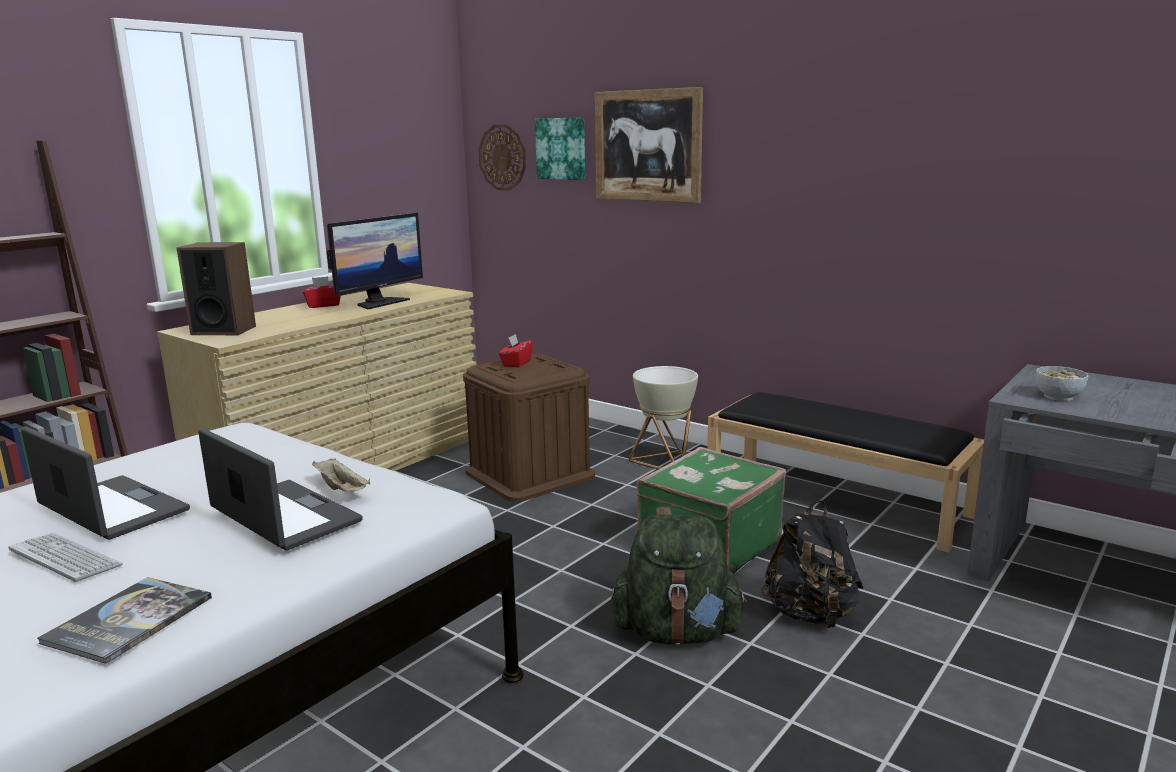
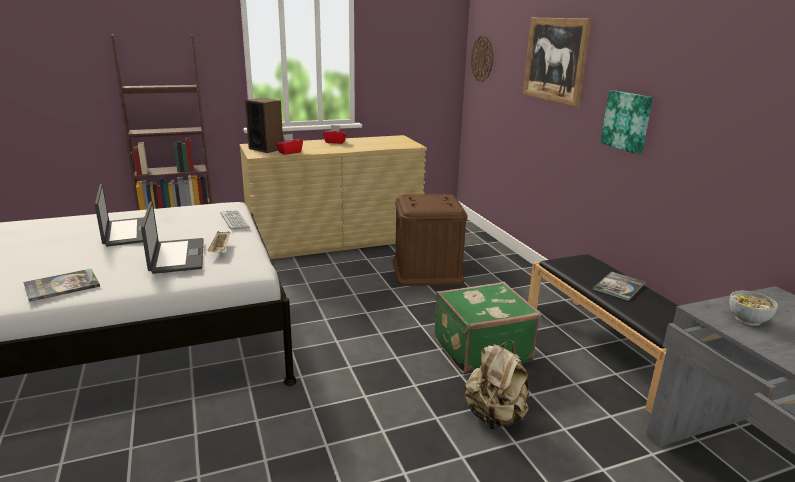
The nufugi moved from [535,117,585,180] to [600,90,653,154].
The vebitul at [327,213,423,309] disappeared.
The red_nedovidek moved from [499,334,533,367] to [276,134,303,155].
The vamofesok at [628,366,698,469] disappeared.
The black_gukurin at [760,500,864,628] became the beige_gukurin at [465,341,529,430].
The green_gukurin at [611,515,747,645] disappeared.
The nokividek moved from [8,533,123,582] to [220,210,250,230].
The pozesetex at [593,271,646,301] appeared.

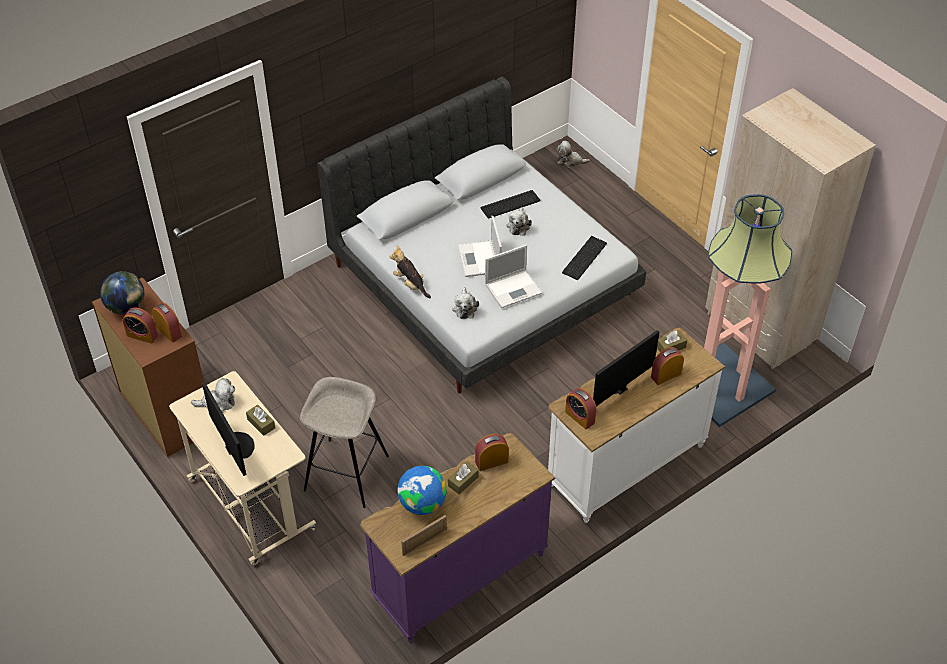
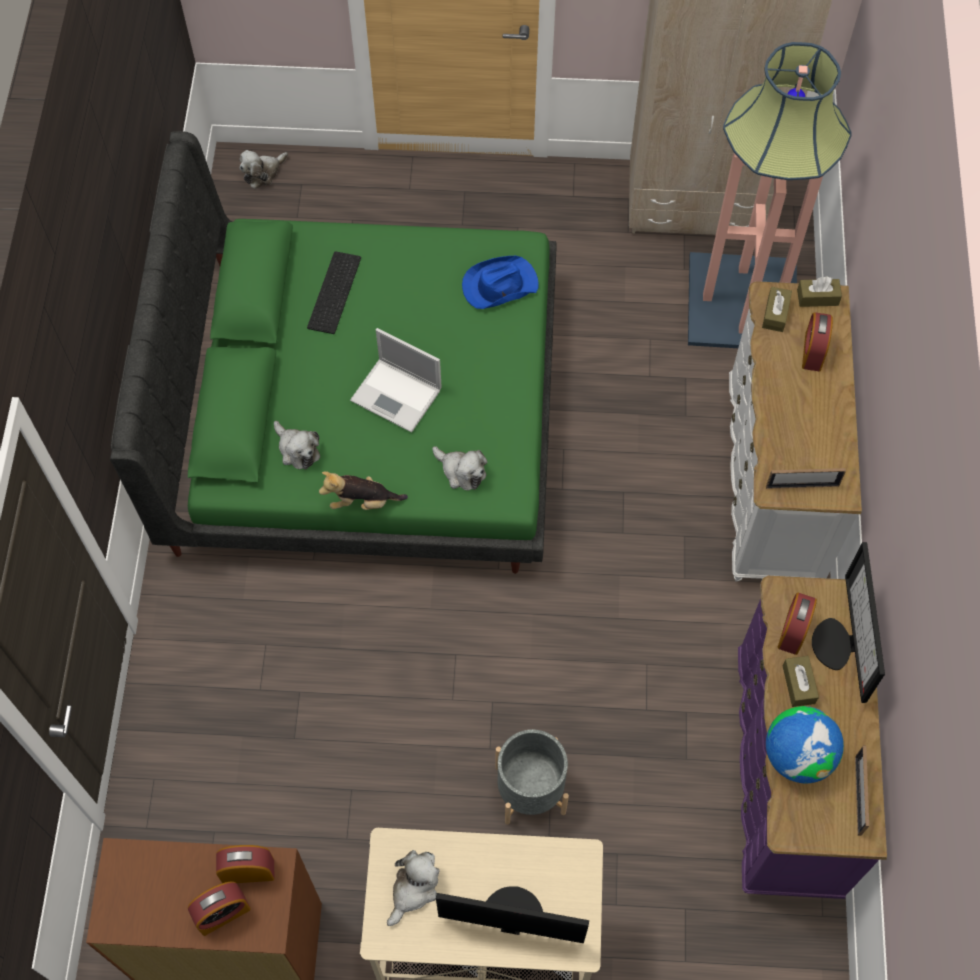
The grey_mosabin at [317,76,646,394] became the green_mosabin at [110,131,557,574].
The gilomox moved from [507,207,532,236] to [274,421,320,470].
The nokividek at [562,236,607,280] was replaced by the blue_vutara at [462,256,539,309].
The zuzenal at [485,245,542,308] disappeared.
The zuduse at [100,271,144,314] disappeared.
The vebitul moved from [593,330,659,406] to [812,542,885,703].
The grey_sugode at [300,377,389,508] was replaced by the grey_vamofesok at [495,729,569,824].
The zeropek at [565,388,596,429] was replaced by the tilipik at [766,468,846,489].
The brown_nedovidek moved from [246,405,275,436] to [797,276,842,307].

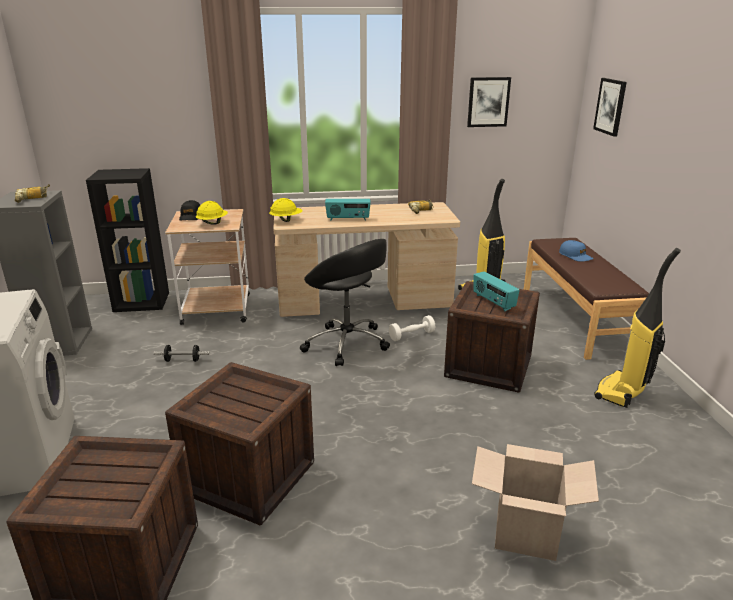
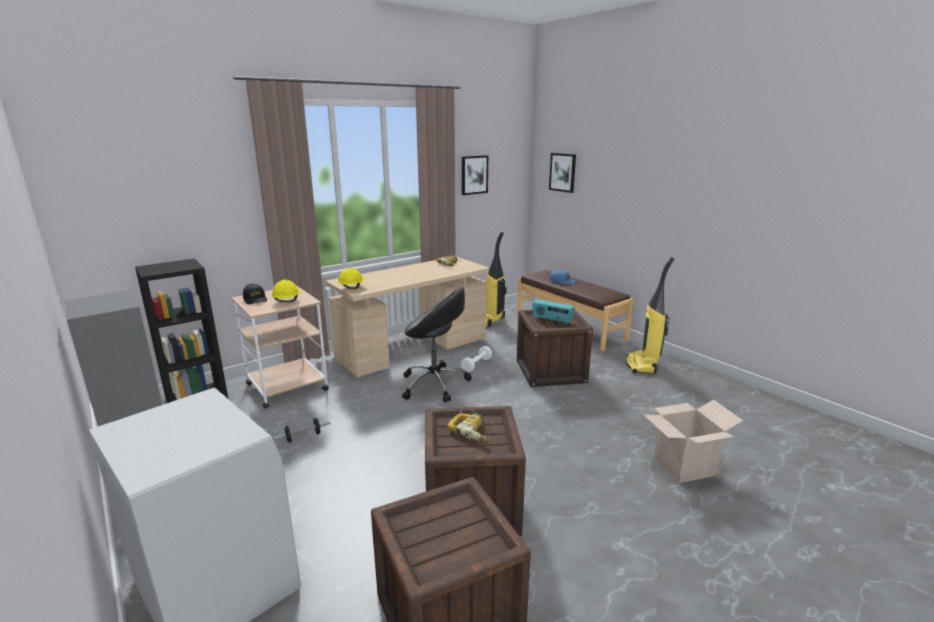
The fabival moved from [15,184,50,203] to [448,407,495,444].
The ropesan at [325,199,371,221] disappeared.

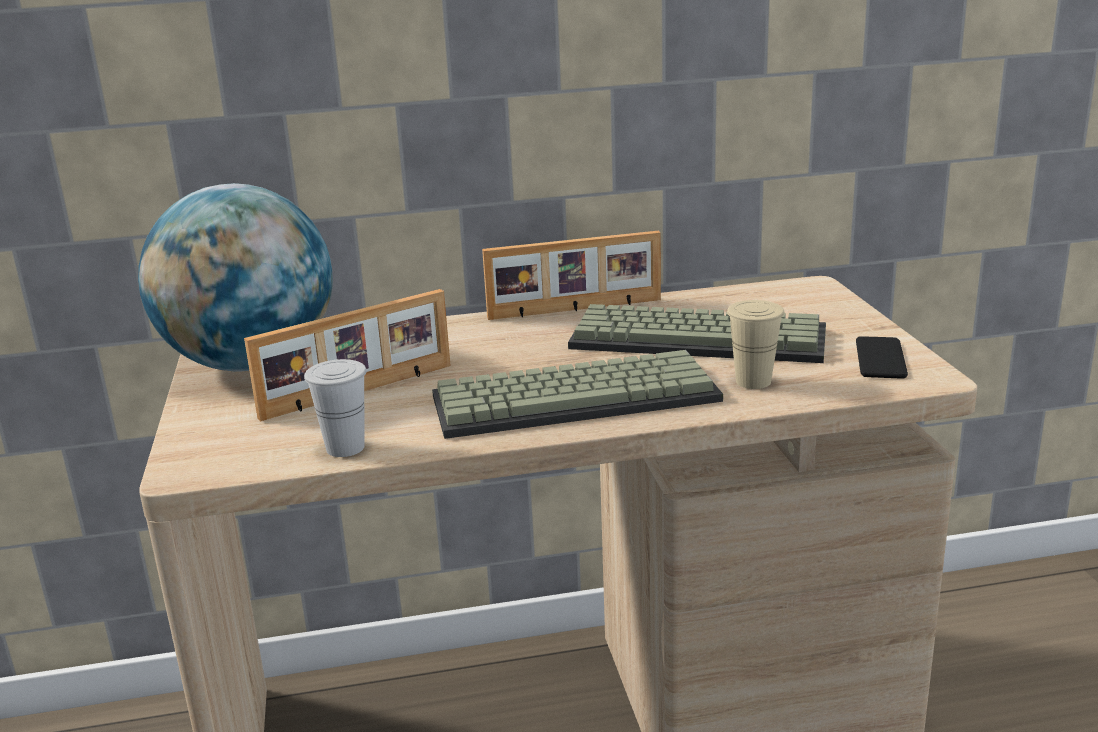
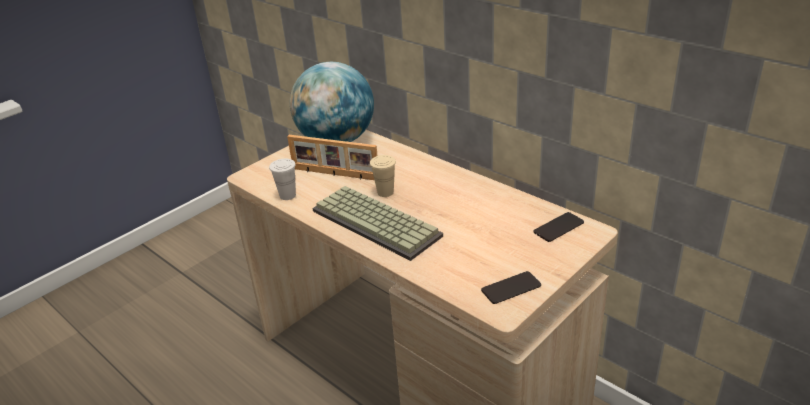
The tilipik at [482,231,661,320] disappeared.
The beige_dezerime moved from [727,300,784,389] to [370,155,396,197].
The nokividek at [568,304,826,363] disappeared.
The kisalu at [533,212,584,242] appeared.

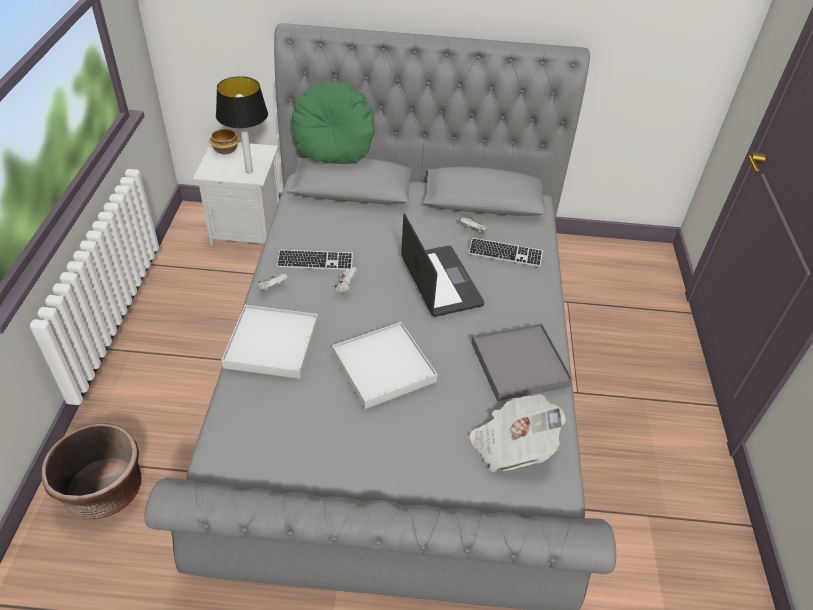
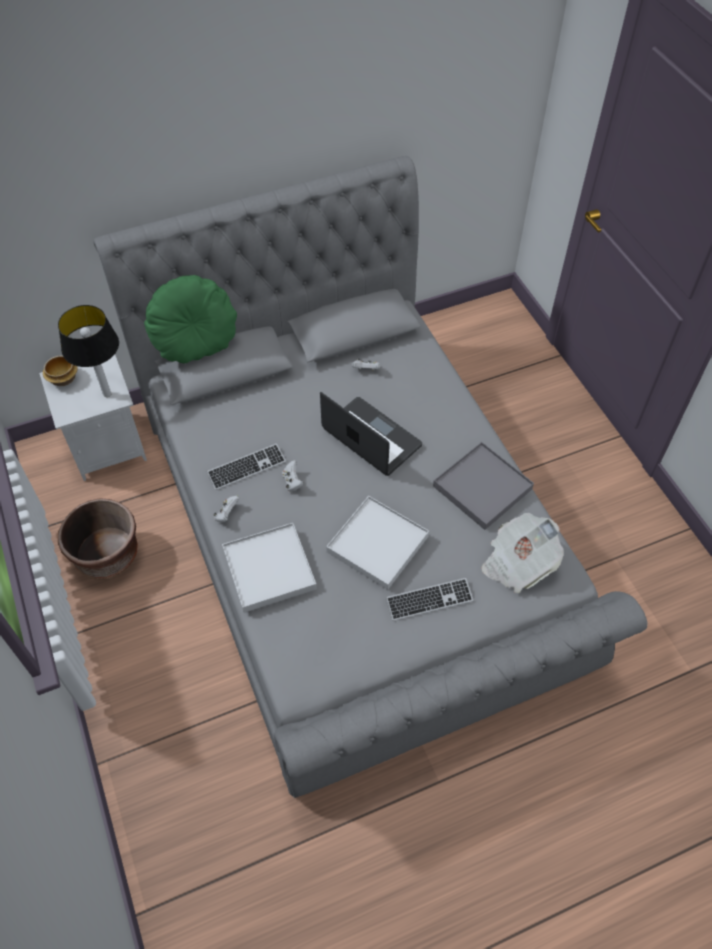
The nokividek moved from [468,238,543,267] to [386,578,473,621].
The brown_vamofesok moved from [42,423,141,520] to [58,498,138,580].

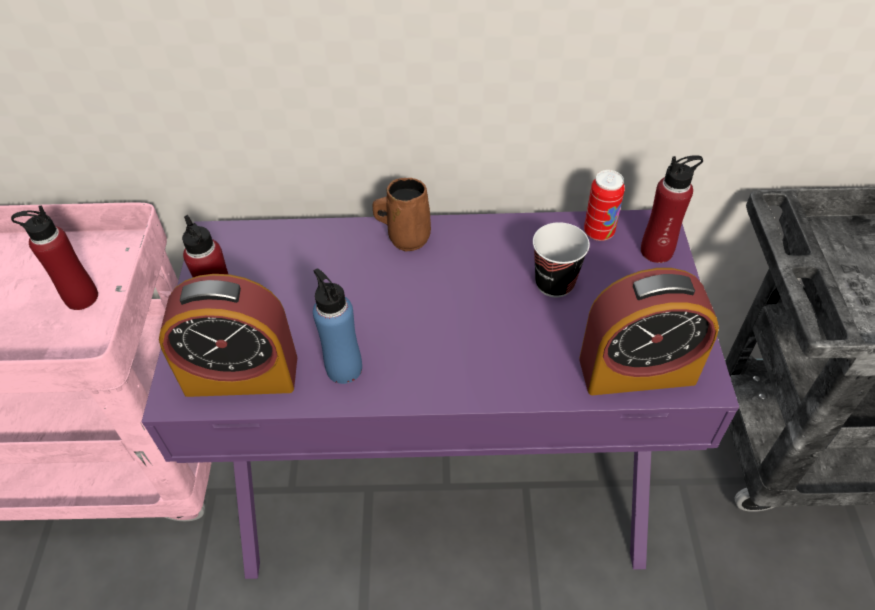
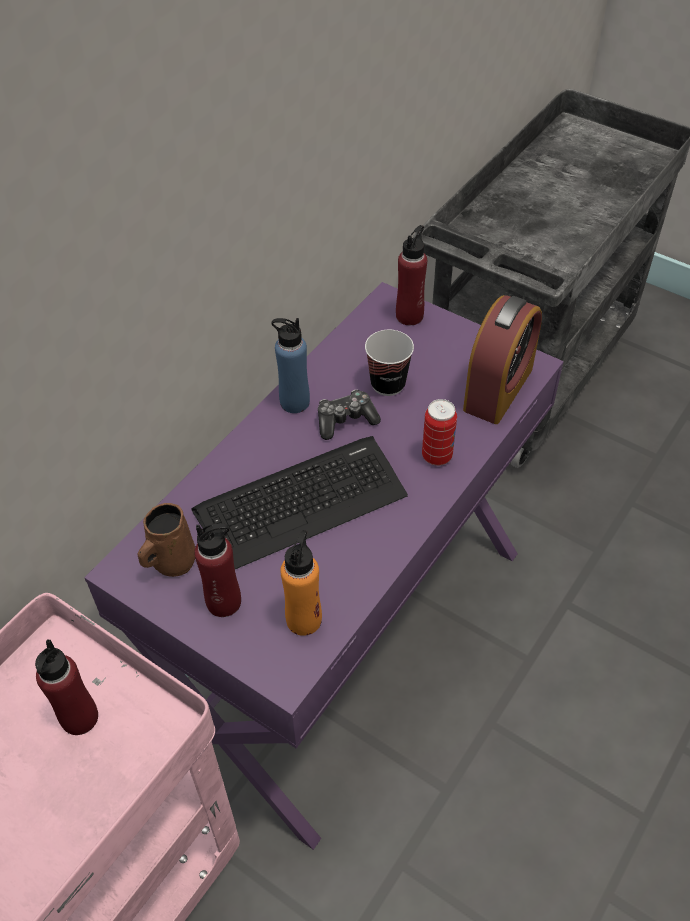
The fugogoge moved from [584,170,625,241] to [422,399,457,466].
The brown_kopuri moved from [373,178,431,251] to [138,503,195,577].
The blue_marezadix moved from [313,268,362,384] to [272,318,310,413].
The zeropek at [159,274,297,397] was replaced by the orange_marezadix at [280,530,322,636].
The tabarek at [318,390,381,440] appeared.
The nokividek at [191,436,408,569] appeared.

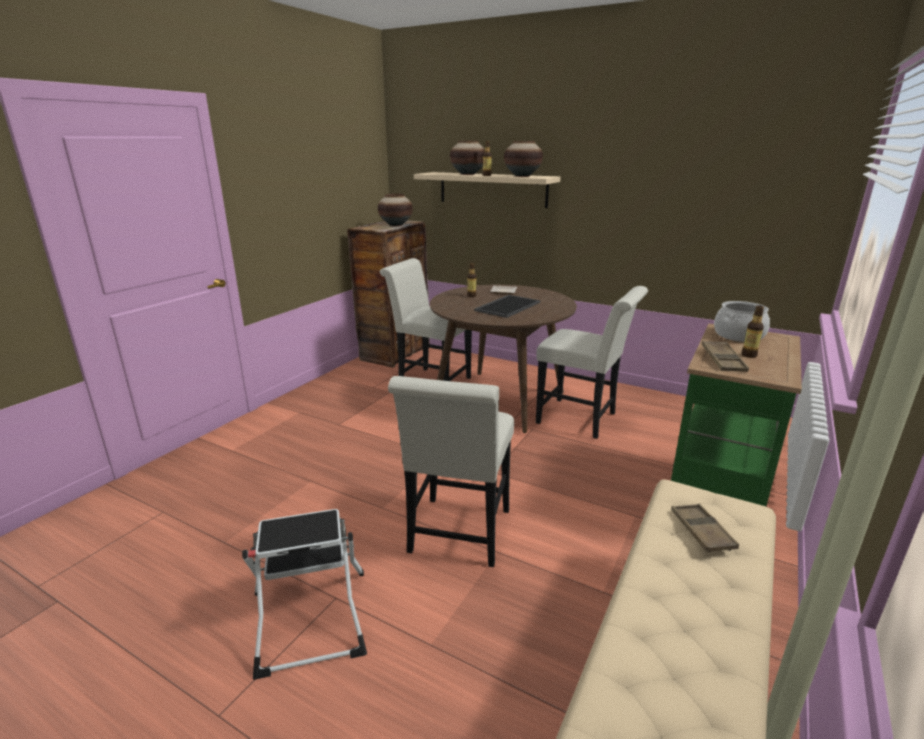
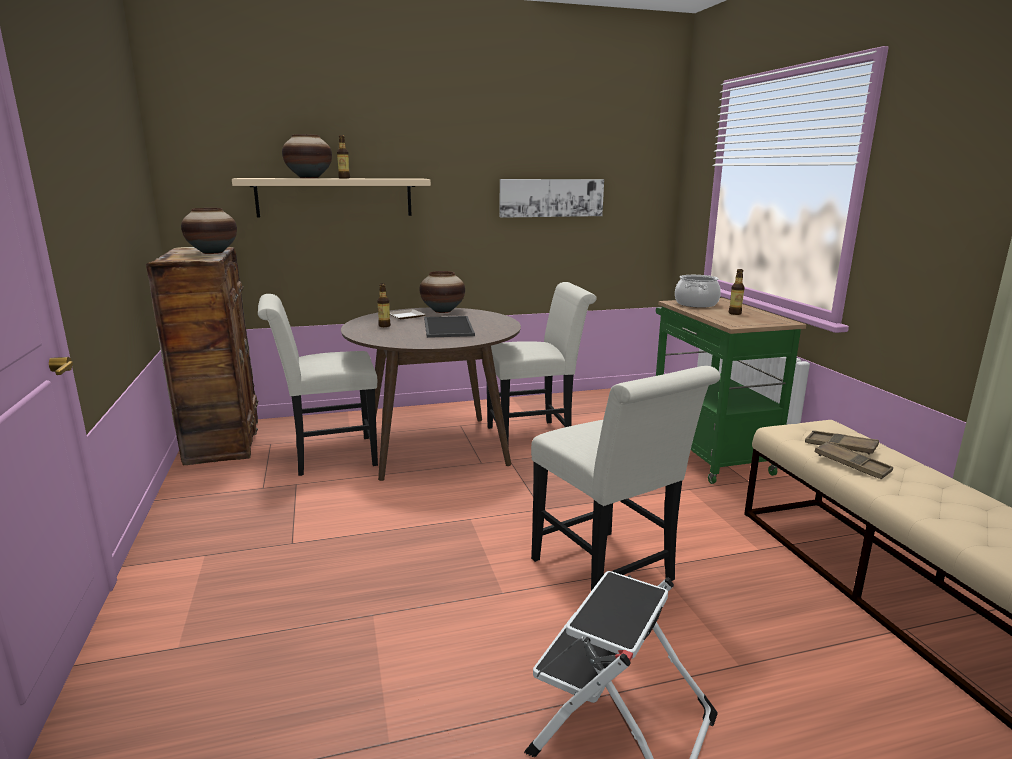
The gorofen moved from [504,141,543,177] to [419,271,465,313].
The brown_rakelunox moved from [701,341,749,372] to [814,441,893,479].
The nufugi at [500,179,604,218] appeared.

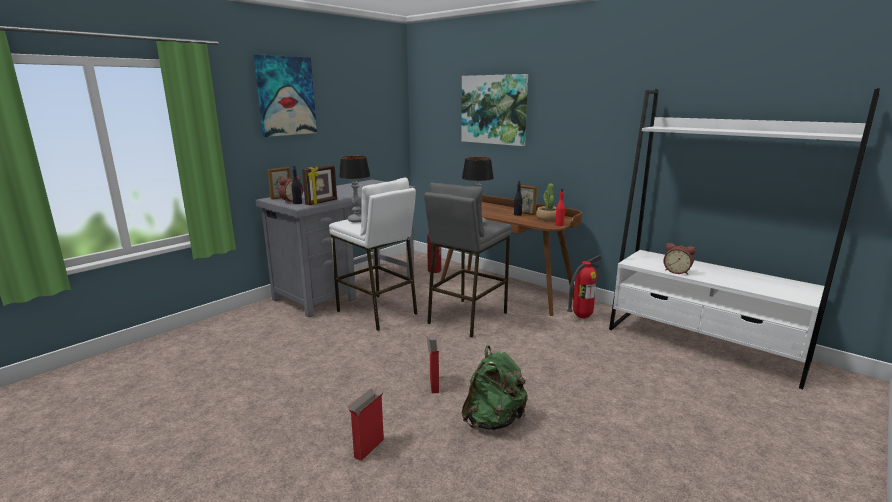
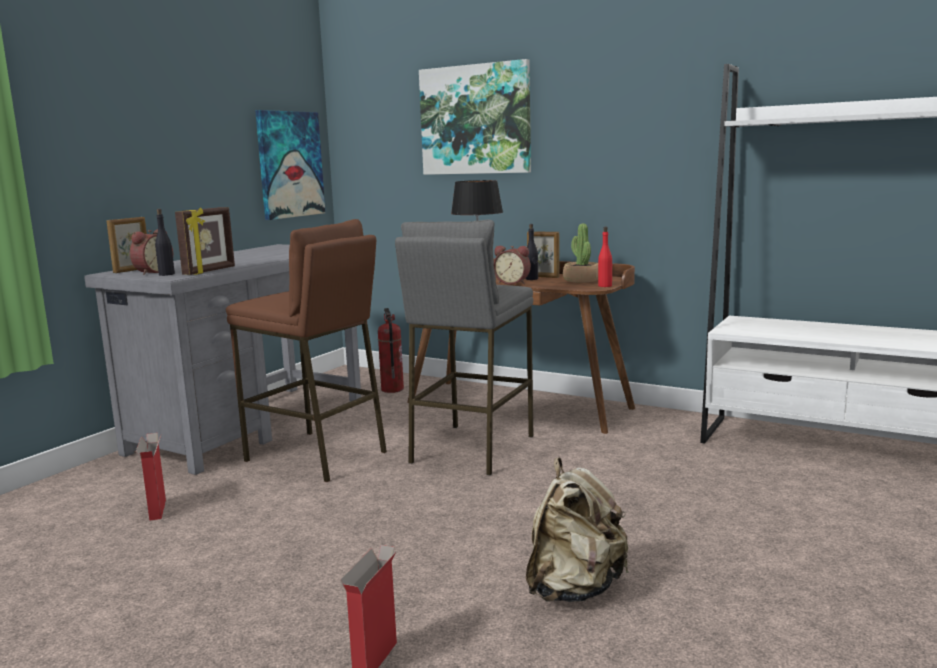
The nufugi moved from [254,54,317,137] to [255,110,325,220].
The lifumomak at [339,156,370,222] disappeared.
The white_sugode at [329,178,417,331] became the brown_sugode at [226,219,387,482].
The zeropek moved from [663,243,696,275] to [494,246,531,285].
The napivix at [567,255,602,318] disappeared.
The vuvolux moved from [427,333,441,393] to [136,433,166,521].
The green_gukurin at [462,346,528,430] became the beige_gukurin at [526,457,629,602].

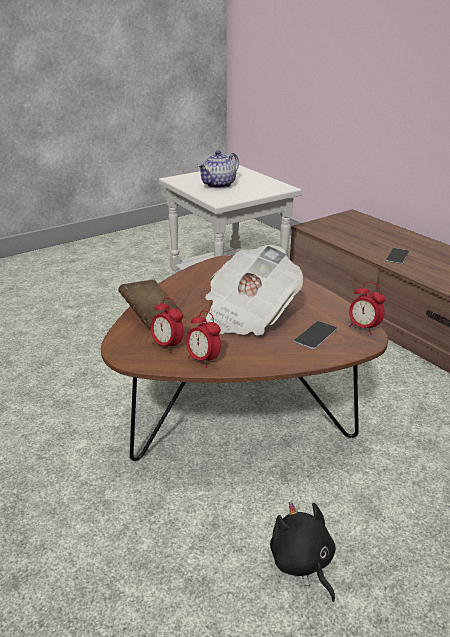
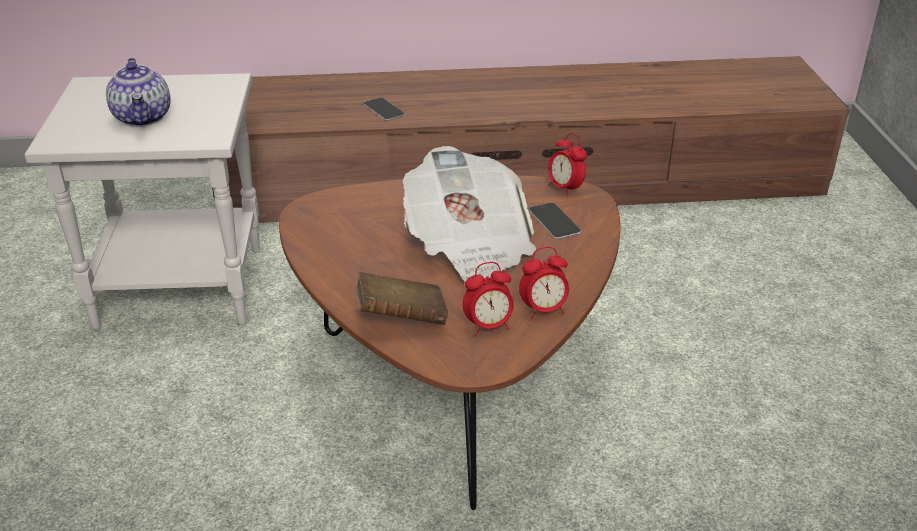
The zeropek at [349,282,385,335] turned 75 degrees clockwise.
The black_gilomox at [270,502,336,602] disappeared.

